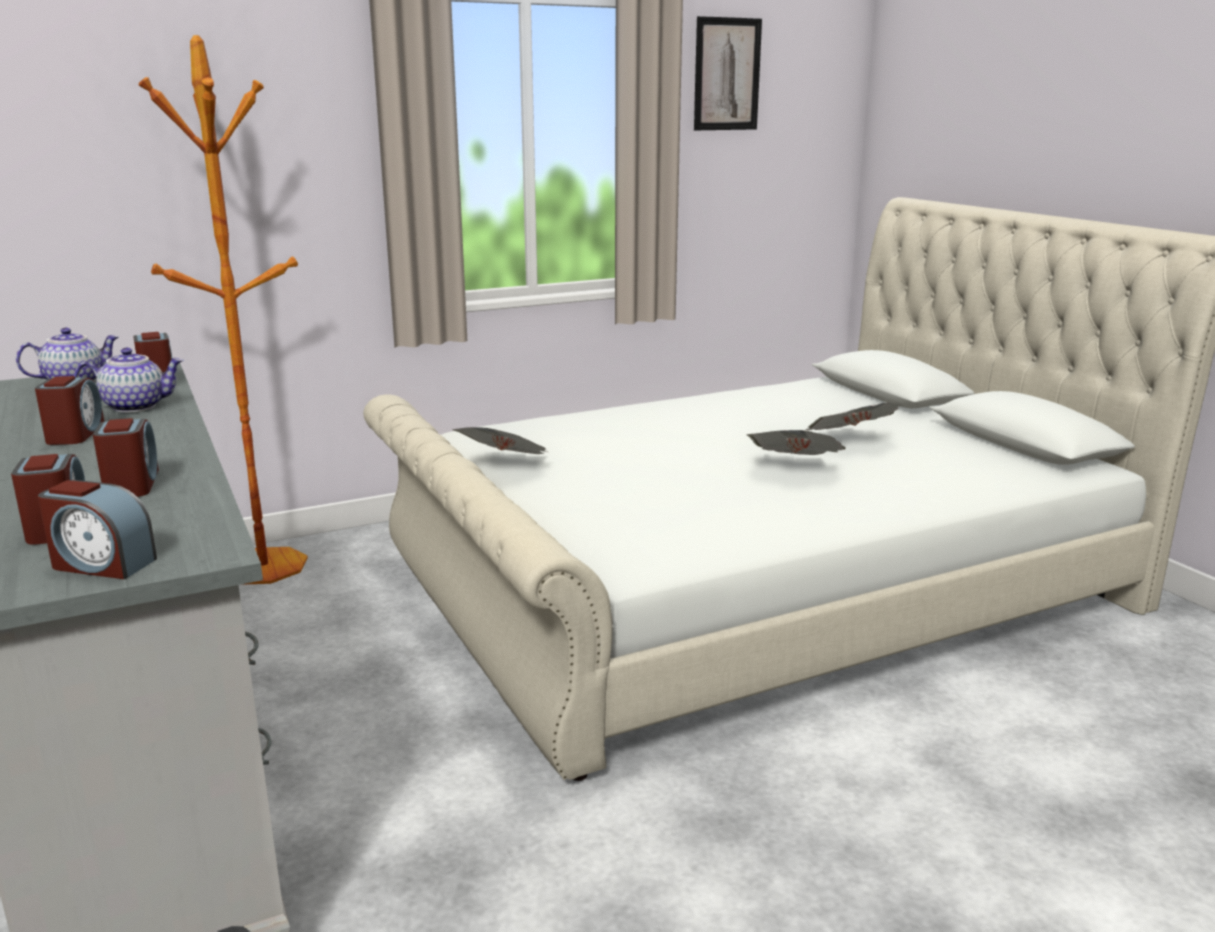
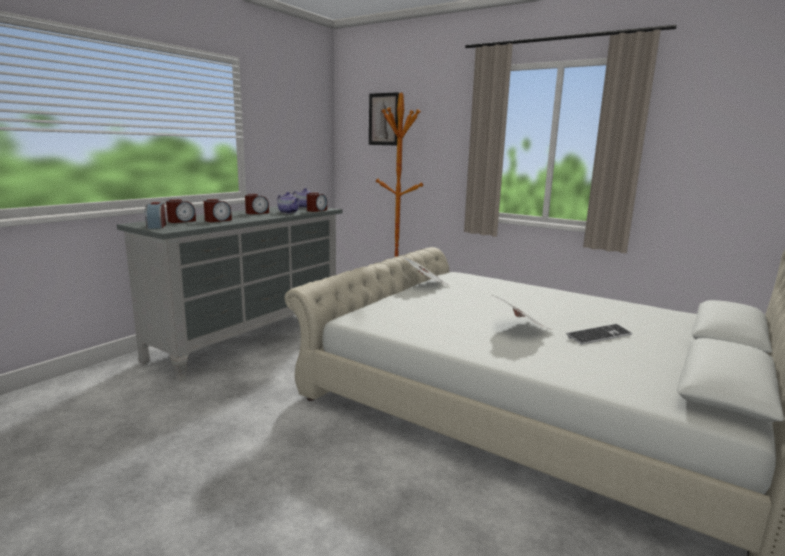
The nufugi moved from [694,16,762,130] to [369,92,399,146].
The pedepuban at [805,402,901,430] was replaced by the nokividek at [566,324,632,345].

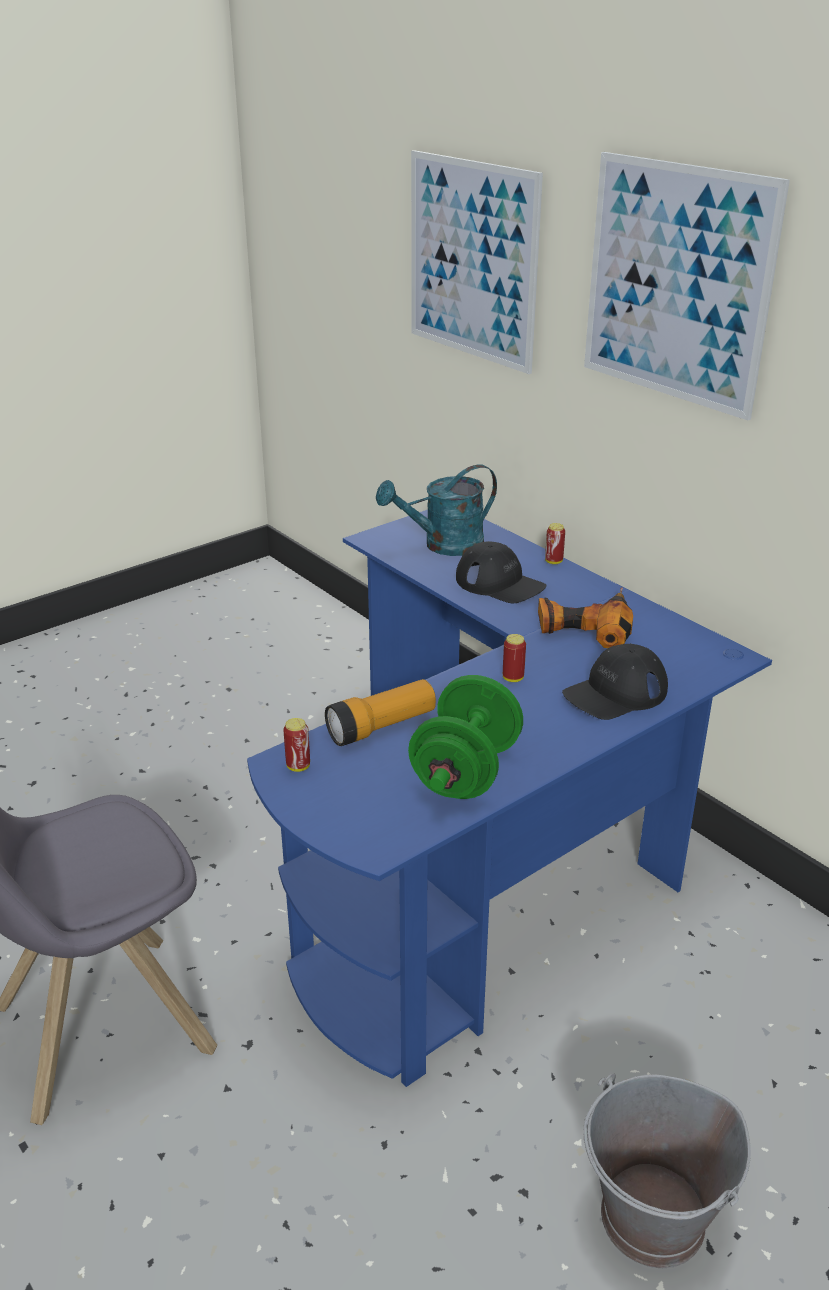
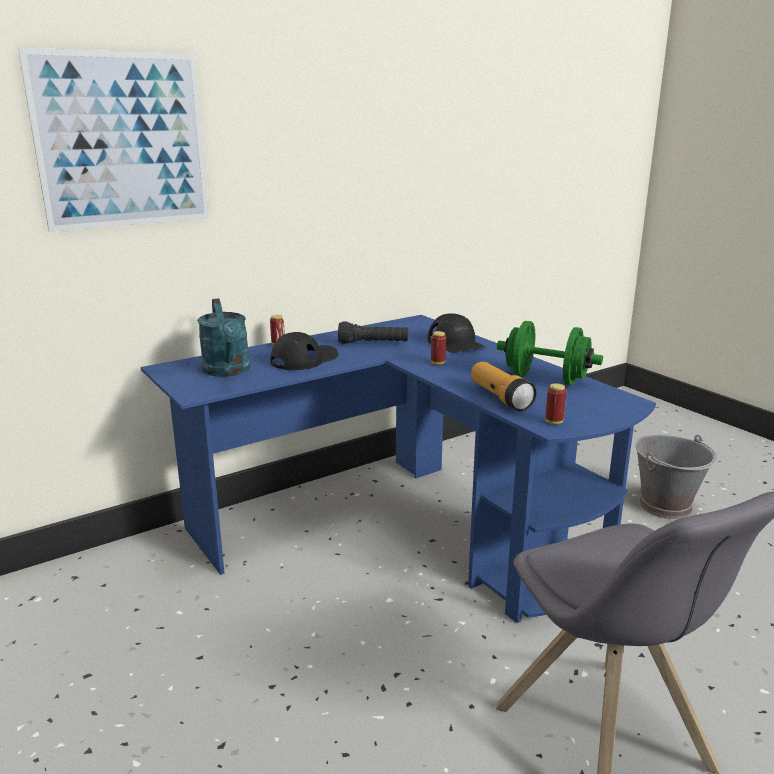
The nufugi at [584,152,790,420] disappeared.
The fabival at [538,587,633,648] was replaced by the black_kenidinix at [338,321,408,344].

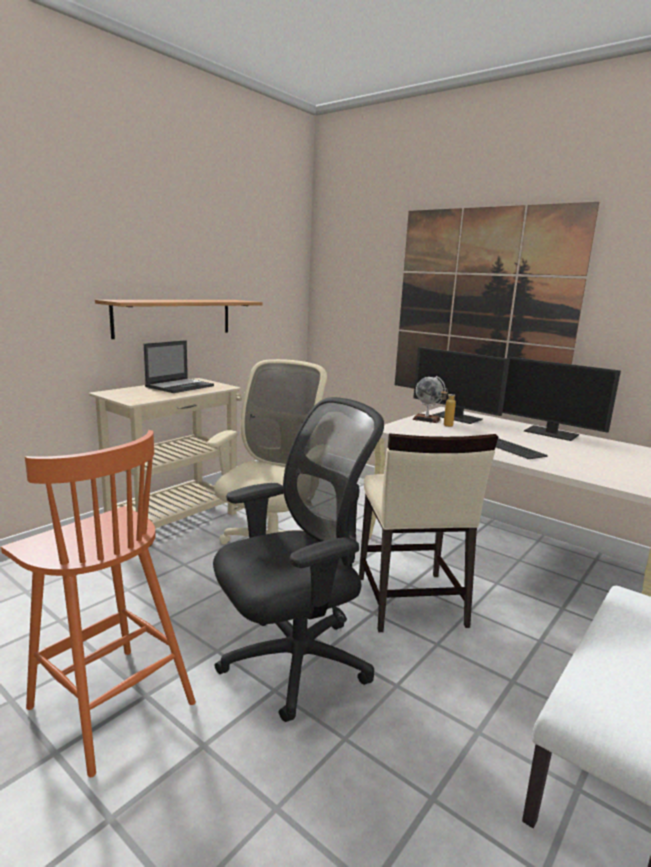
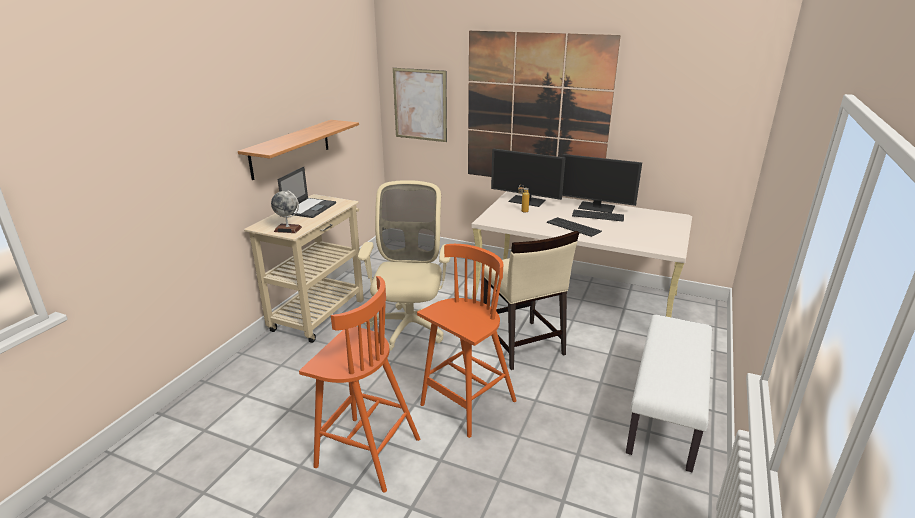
The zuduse moved from [412,376,446,423] to [271,190,302,233].
The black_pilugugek at [213,397,384,722] was replaced by the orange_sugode at [417,244,517,438].
The nufugi at [393,68,447,142] appeared.
The nokividek at [572,210,624,222] appeared.

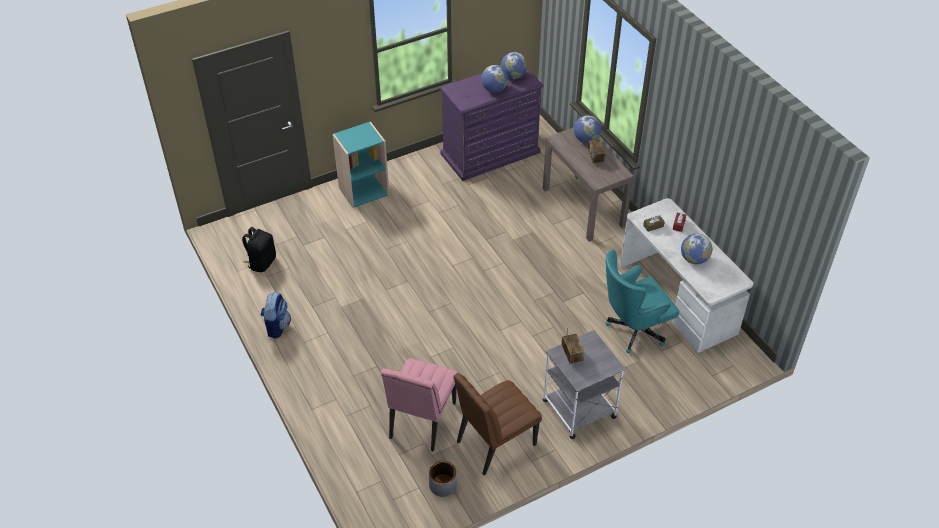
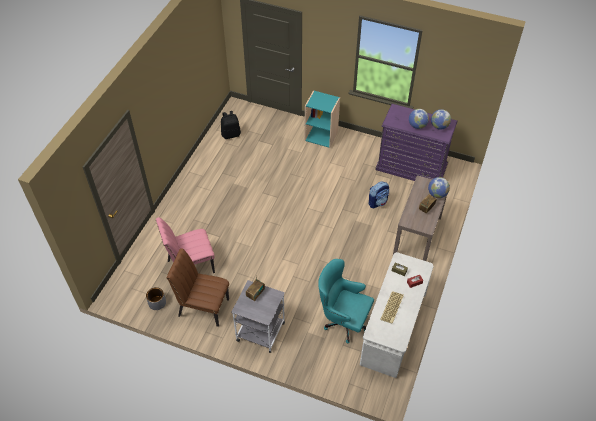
The zuduse at [681,234,712,264] was replaced by the nokividek at [380,291,404,324].
The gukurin moved from [261,292,291,339] to [368,181,389,208].

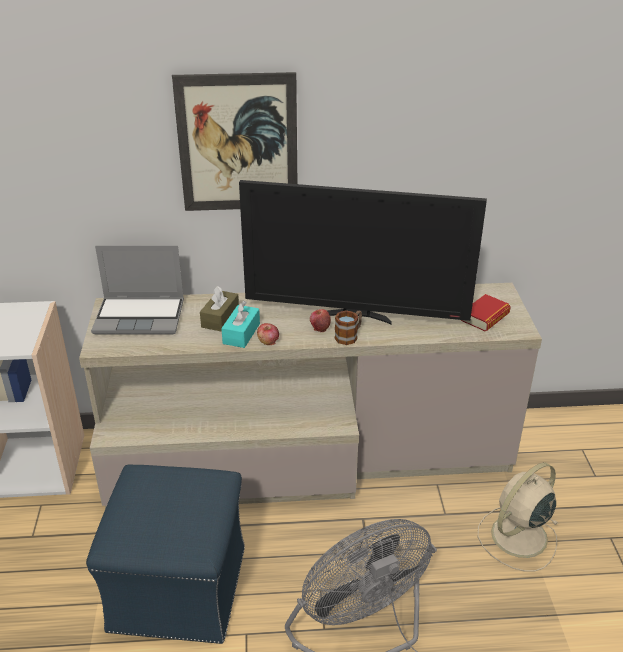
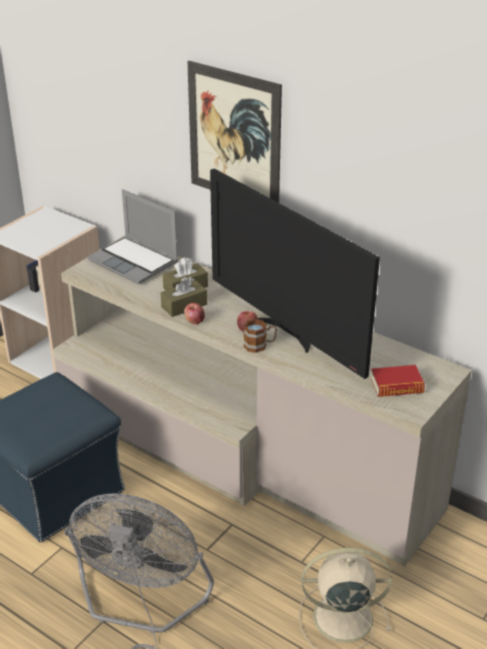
The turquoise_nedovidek at [221,301,260,348] became the brown_nedovidek at [161,277,207,317].

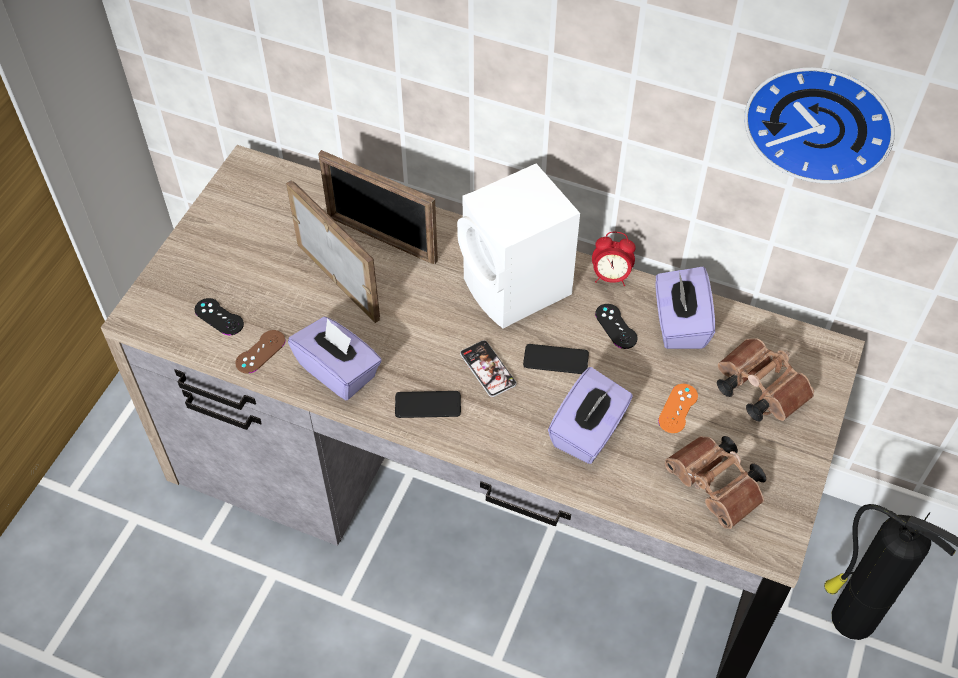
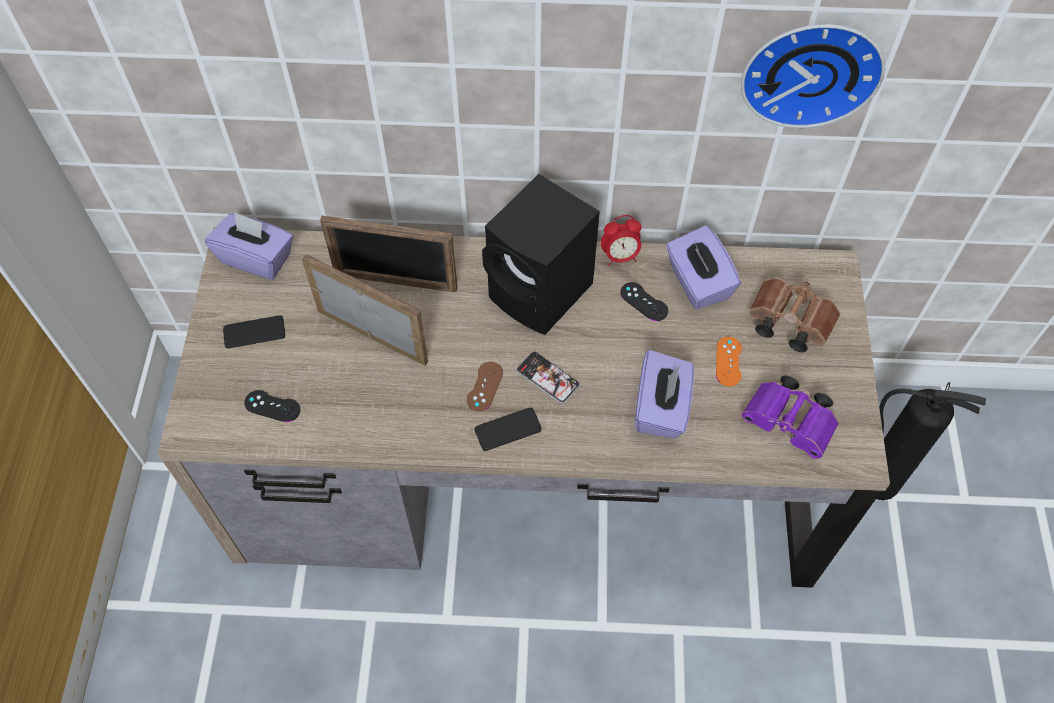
The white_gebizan at [457,163,580,329] became the black_gebizan at [482,174,600,335].
The purple_nedovidek moved from [288,317,382,400] to [205,211,293,280].
The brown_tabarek moved from [235,330,286,373] to [467,362,503,411].
The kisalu moved from [523,344,589,374] to [223,315,285,348].
The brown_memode at [665,436,767,529] became the purple_memode at [741,376,839,459].

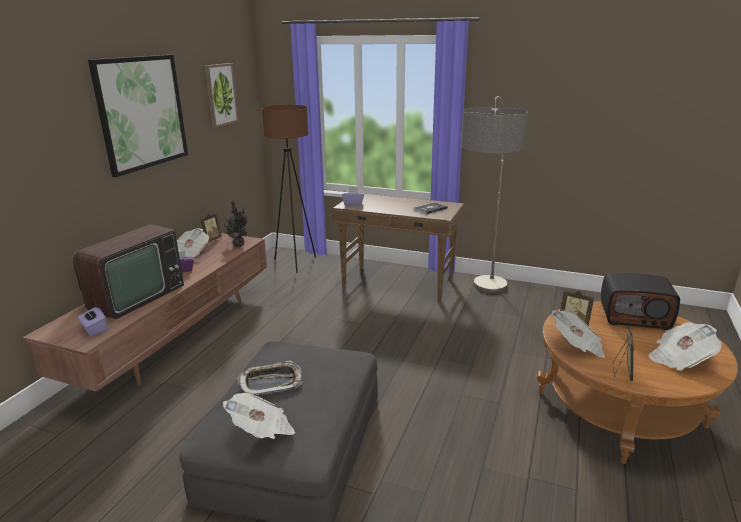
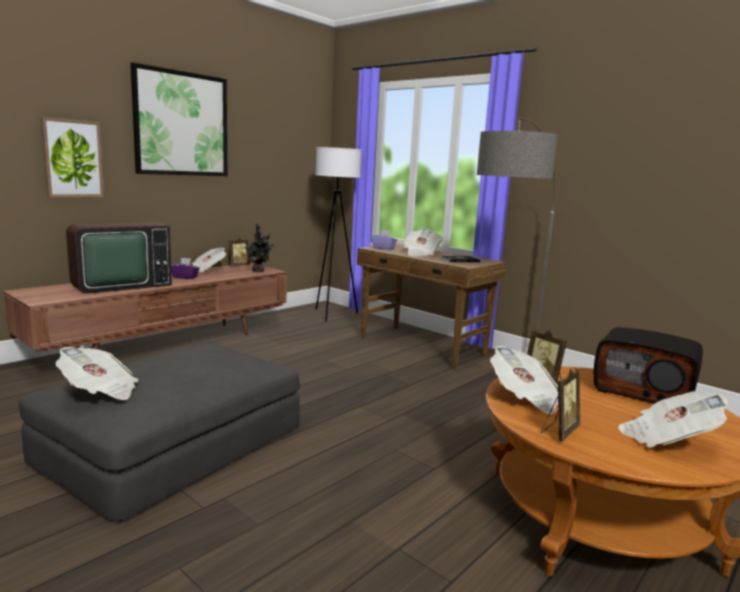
The nufugi moved from [205,63,239,128] to [41,117,104,197].
The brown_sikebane at [262,105,316,273] became the white_sikebane at [315,147,362,322].
The purple_nedovidek at [78,307,107,336] disappeared.
The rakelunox at [237,360,302,395] disappeared.
The pedepuban at [404,229,443,256] appeared.

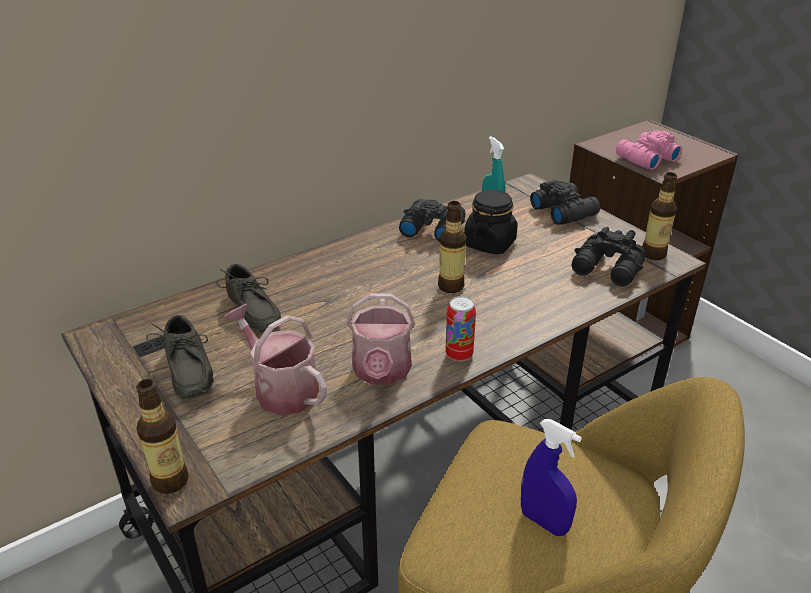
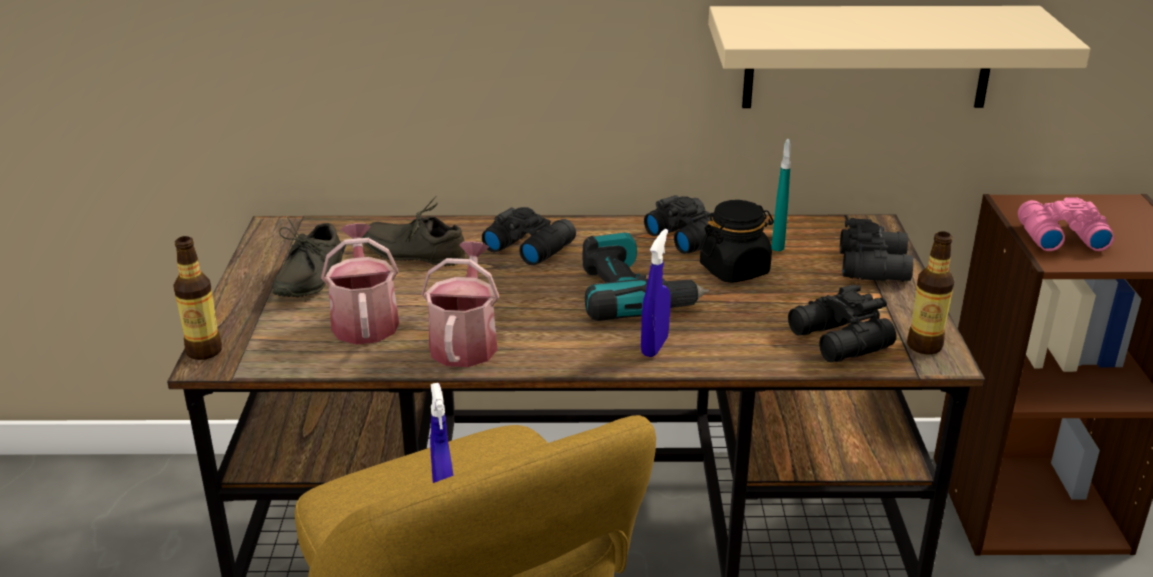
The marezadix at [438,201,466,293] was replaced by the fabival at [582,233,709,321].
The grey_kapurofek at [216,264,281,332] turned 105 degrees clockwise.
The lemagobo at [347,293,415,385] turned 150 degrees clockwise.
The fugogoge at [445,296,476,362] disappeared.
The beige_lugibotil at [708,6,1091,108] appeared.
The black_memode at [482,207,576,265] appeared.
The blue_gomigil at [641,229,671,357] appeared.

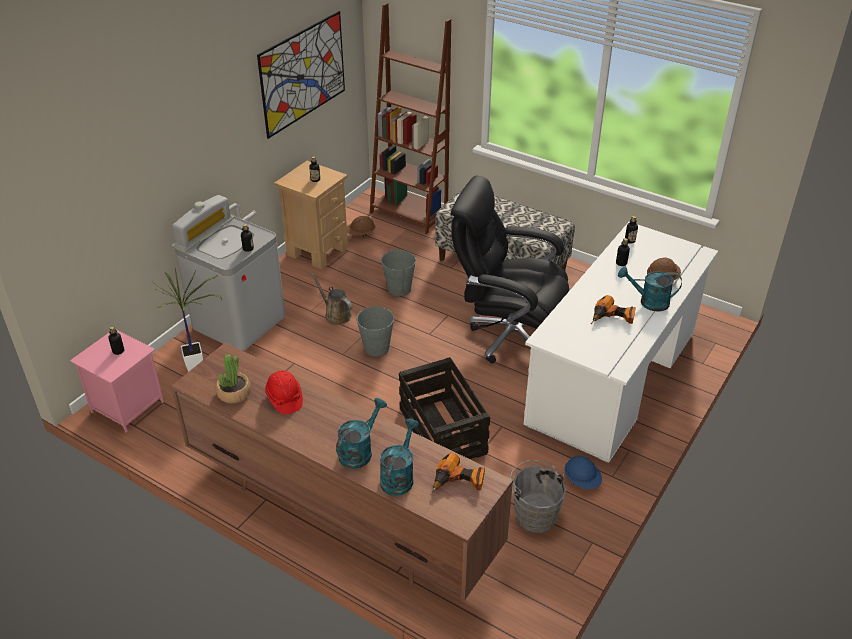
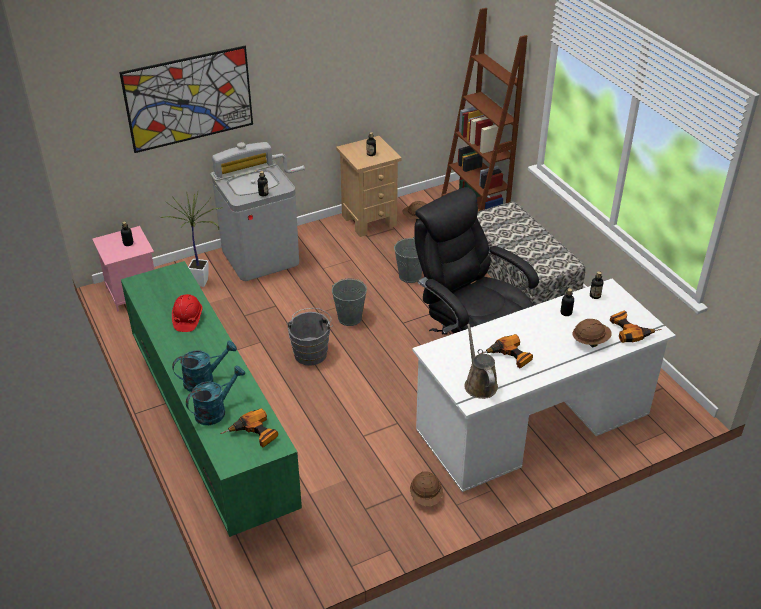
The nufugi moved from [257,11,345,139] to [119,46,253,153].
The turquoise_lemagobo at [618,267,682,312] disappeared.
The brown_lemagobo moved from [311,272,353,325] to [465,324,498,399].
The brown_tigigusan at [171,343,513,600] became the green_tigigusan at [121,261,302,537].
The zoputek at [216,354,251,403] disappeared.
The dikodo at [399,357,490,459] disappeared.
The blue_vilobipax at [564,456,602,489] became the brown_vilobipax at [410,471,443,506].
The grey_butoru moved from [510,460,566,533] to [287,308,333,365].
The fabival at [610,311,662,343] appeared.

